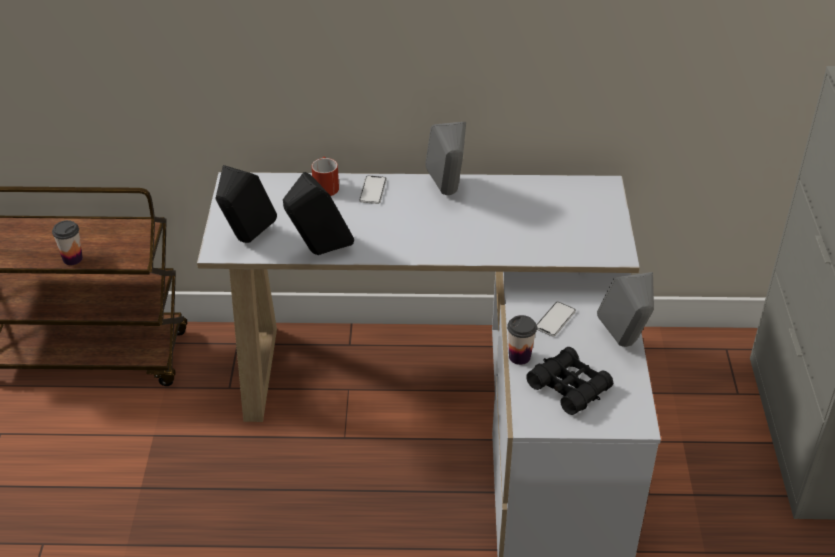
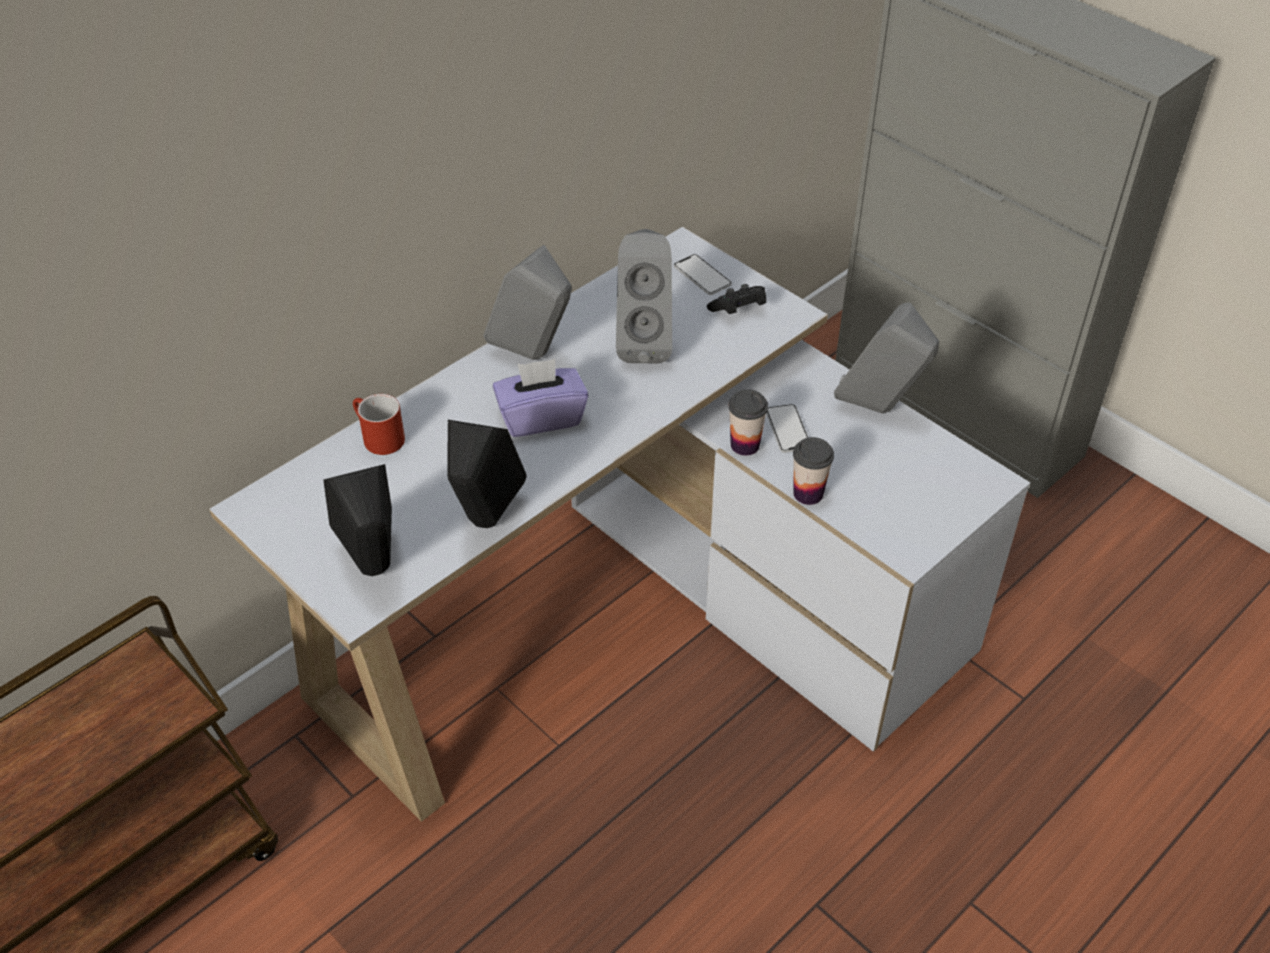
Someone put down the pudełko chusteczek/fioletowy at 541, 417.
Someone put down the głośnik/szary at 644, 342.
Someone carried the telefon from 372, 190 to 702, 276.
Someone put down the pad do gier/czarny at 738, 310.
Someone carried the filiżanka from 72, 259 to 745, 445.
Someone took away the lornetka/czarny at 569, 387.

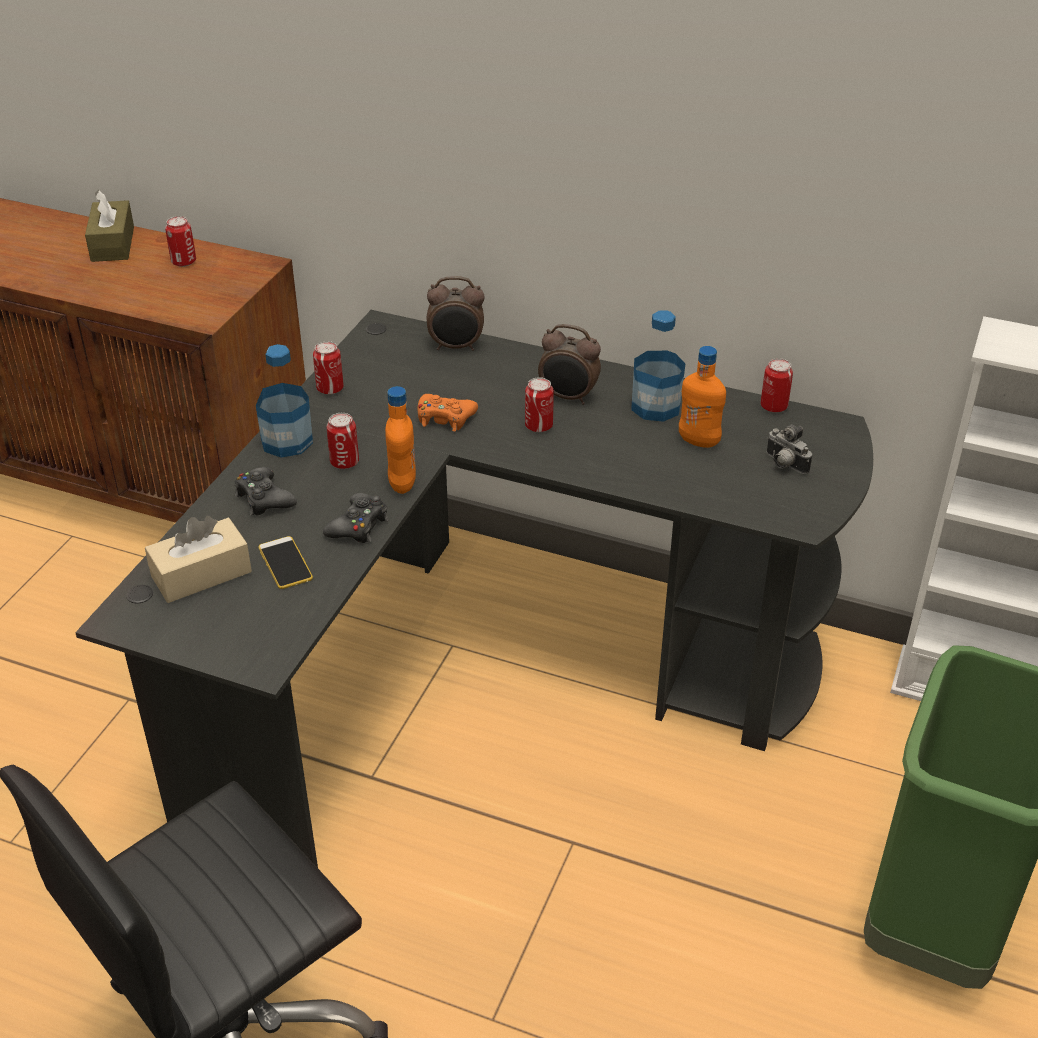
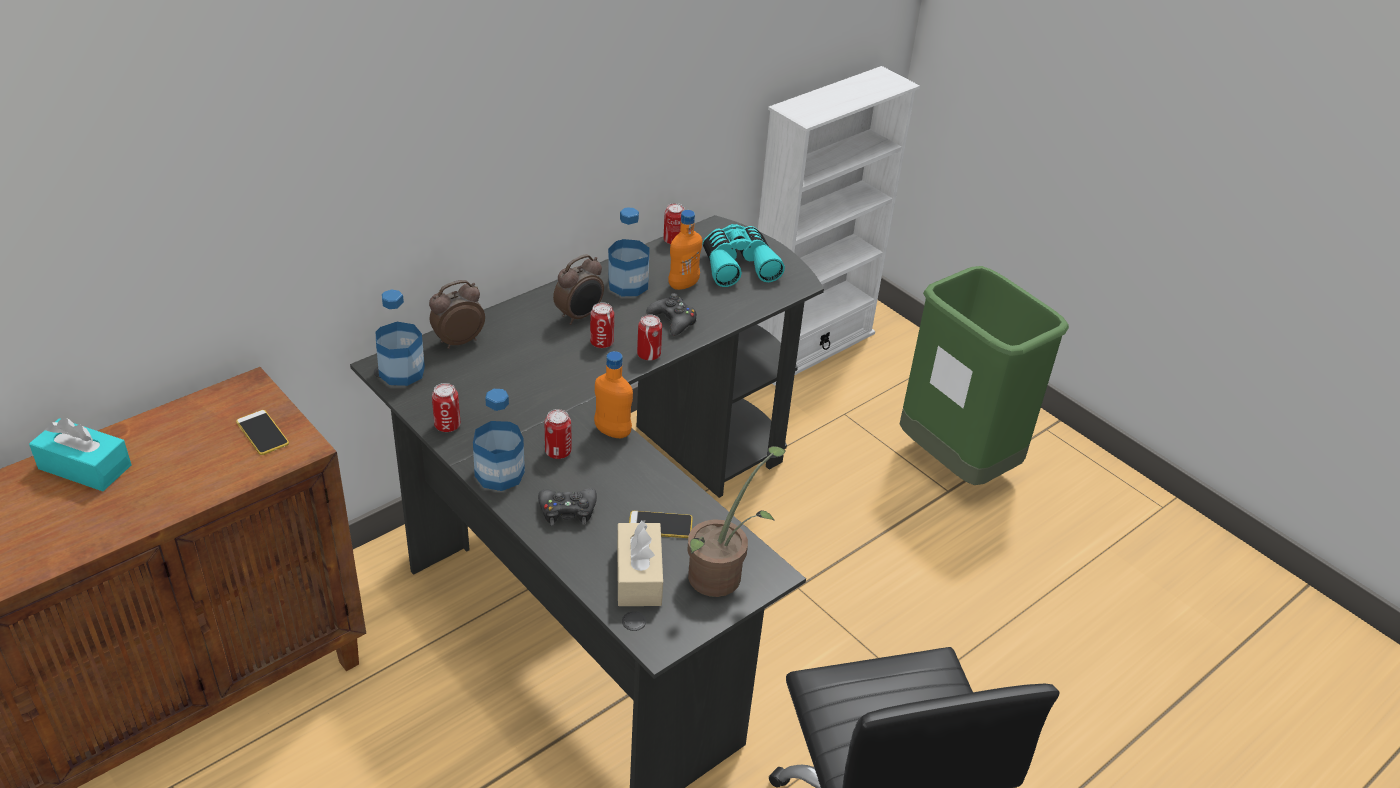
Someone repainted the pudełko chusteczek/brązowy at 112, 244, which became the pudełko chusteczek/turkusowy at 85, 467.
Someone put down the telefon at 262, 433.
Someone put down the butelka at 402, 371.
Someone rotated the budzik at 456, 347 by 150 degrees counterclockwise.
Someone carried the puszka from 183, 262 to 648, 355.
Someone carried the pad do gier/czarny from 358, 526 to 673, 321.
Someone put down the roślina doniczkowa at 722, 574.
Someone swapped the aparat fotograficzny at 784, 465 for the lornetka/turkusowy at 738, 264.
Someone took away the pad do gier/pomarańczowy at 445, 418.

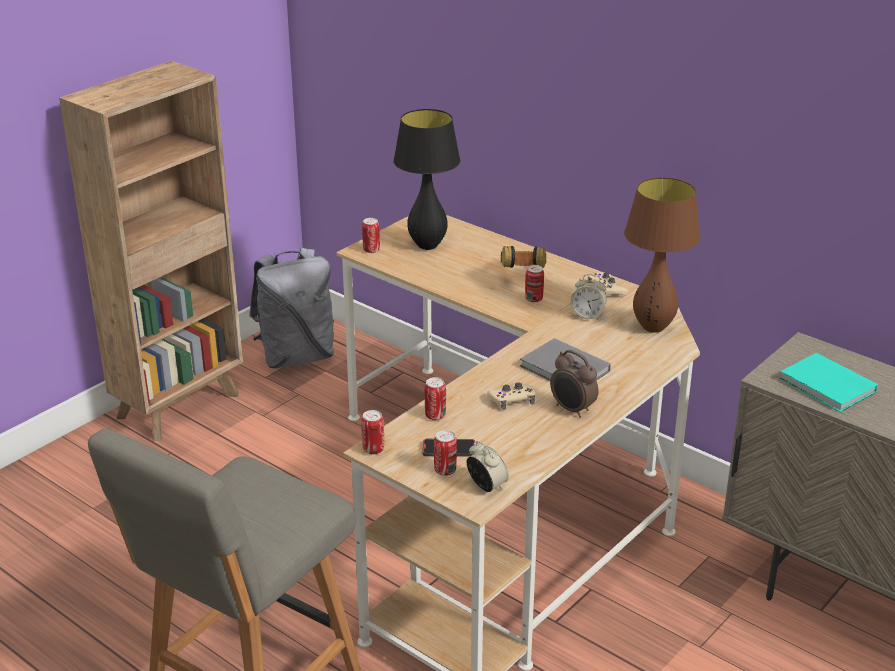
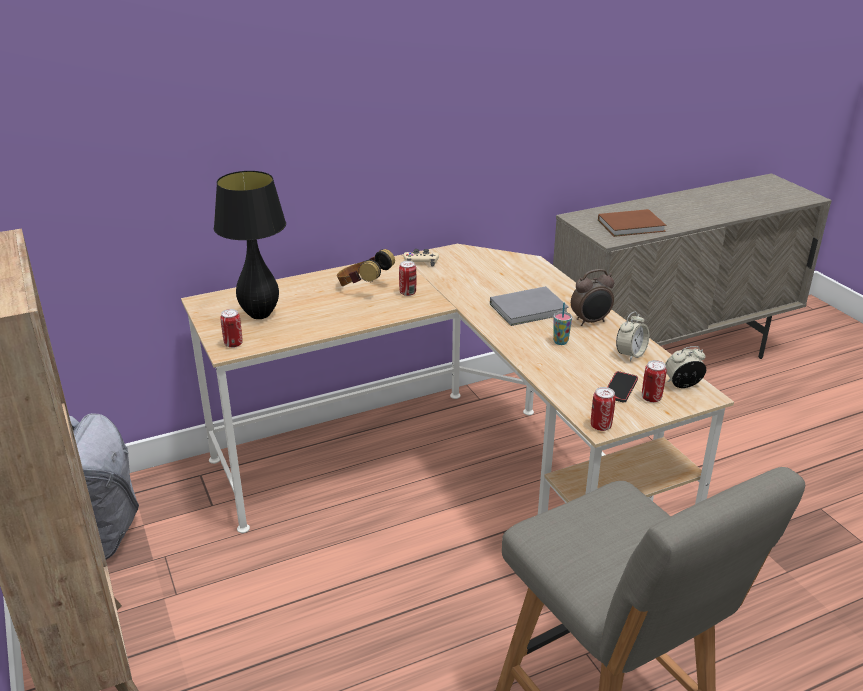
Someone swapped the pad do gier/beżowy at 512, 400 for the filiżanka at 560, 342.
Someone repainted the książka/turkusowy at 828, 387, which became the książka/brązowy at 633, 226.
Someone carried the budzik from 587, 315 to 630, 354.
Someone took away the puszka at 435, 416.
Someone took away the lampa stołowa/brązowy at 653, 327.

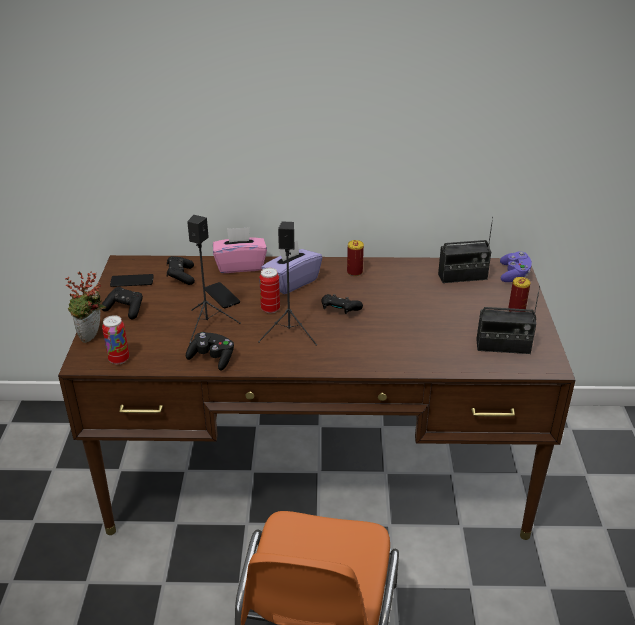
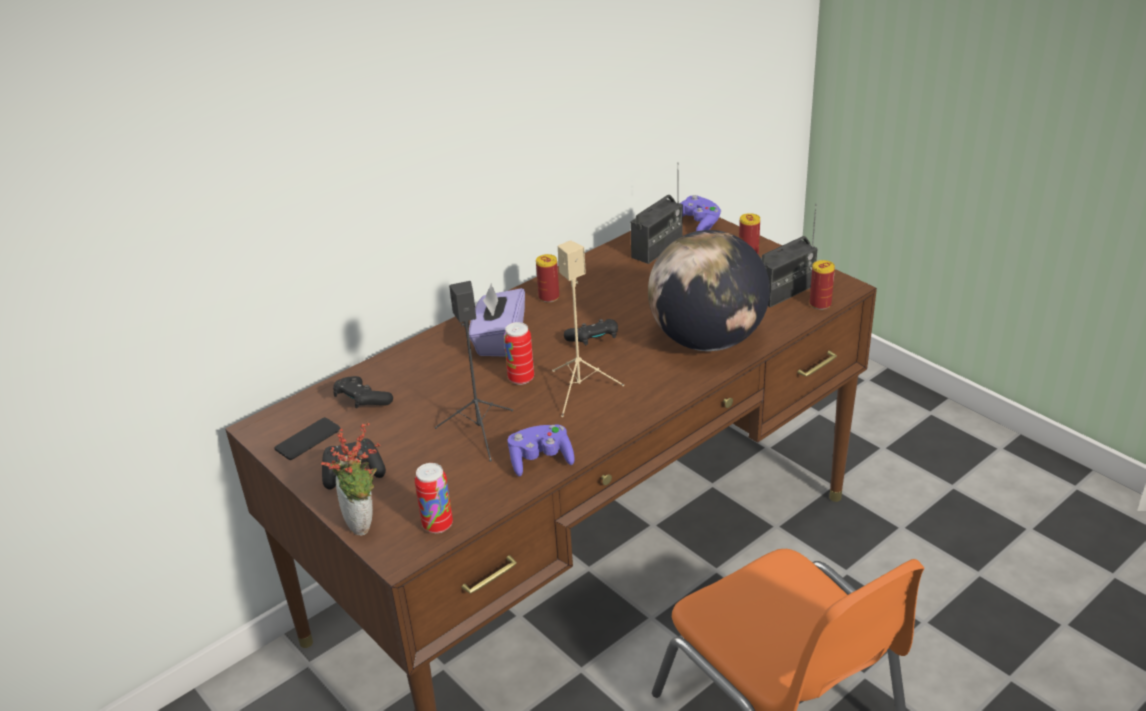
Someone repainted the pad do gier/czarny at 212, 358, which became the pad do gier/fioletowy at 540, 460.
Someone repainted the głośnik/czarny at 290, 333, which became the głośnik/beżowy at 580, 390.
Someone put down the globus at 707, 340.
Someone put down the puszka at 820, 304.
Someone took away the telefon at 222, 296.
Someone took away the pudełko chusteczek/różowy at 240, 265.

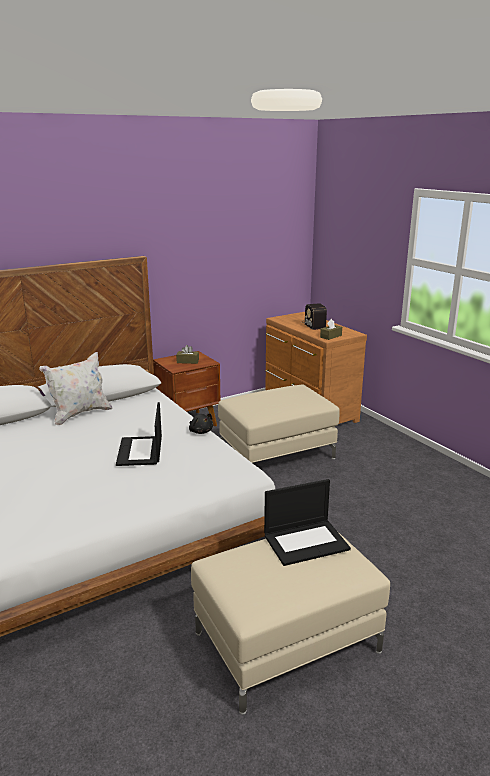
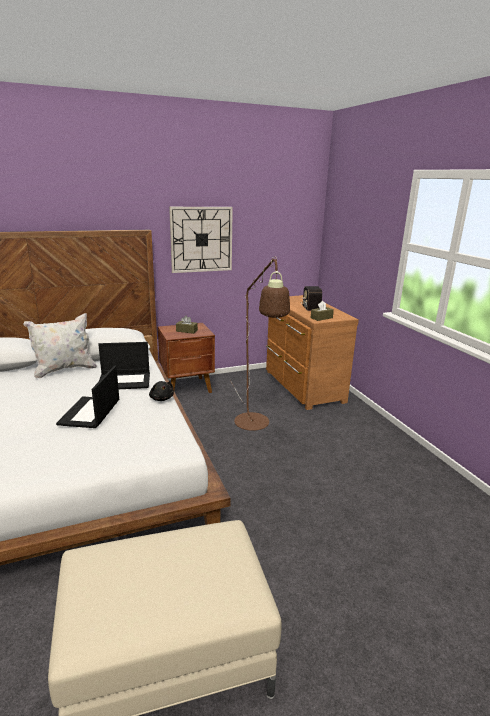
Someone carried the laptop from 306, 541 to 125, 381.
Someone put up the zegar ścienny at 201, 239.
Someone swapped the pufa/beżowy at 276, 453 for the lampa stojąca/brązowy at 254, 426.

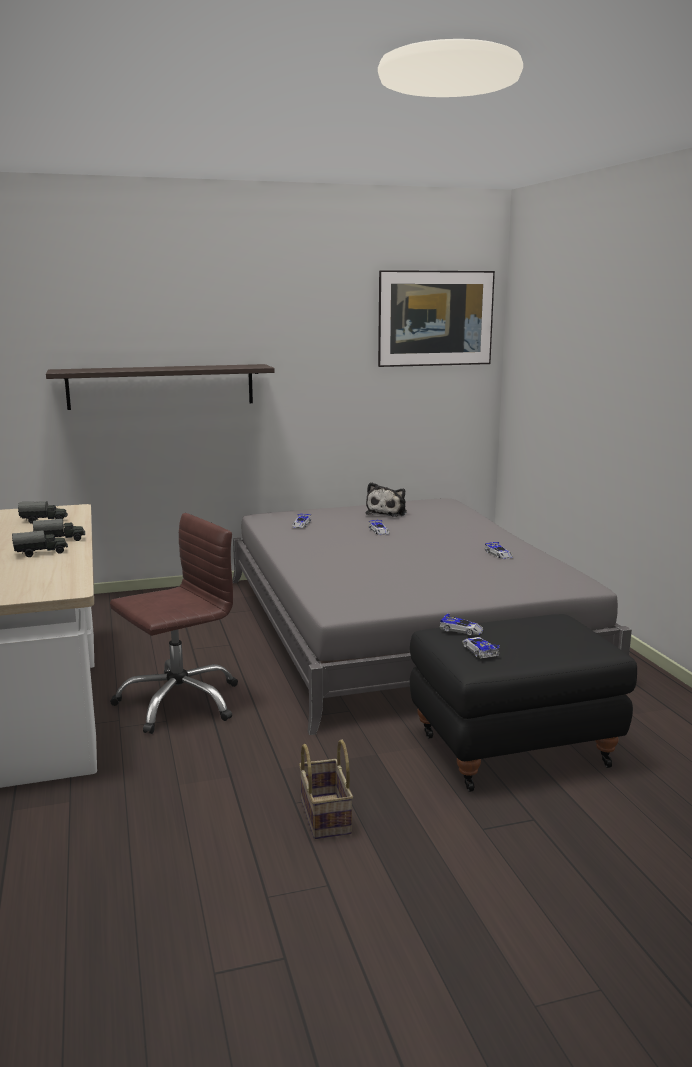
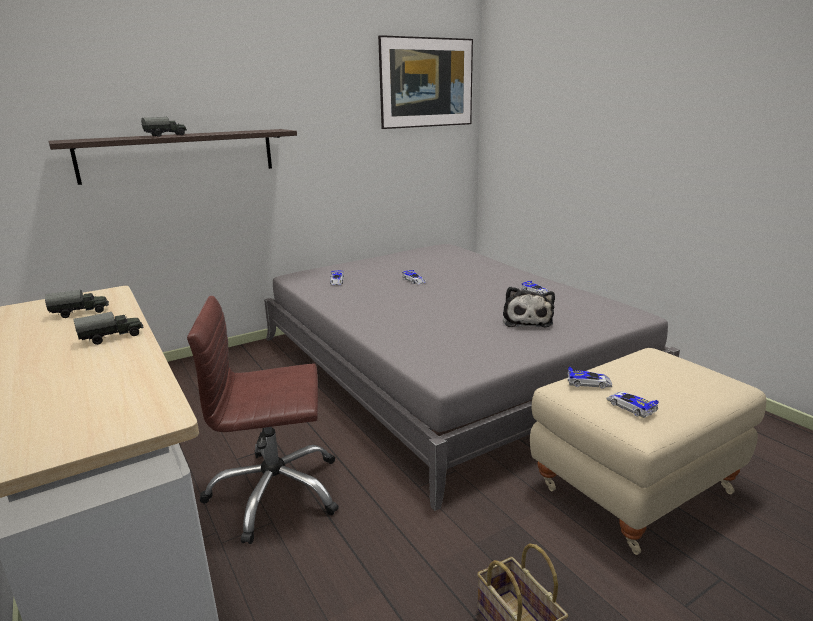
Someone carried the ciężarówka zabawkowa from 41, 553 to 166, 135.
Someone rotated the krzesło biurowe/brązowy at 179, 702 by 135 degrees counterclockwise.
Someone carried the pluszak from 387, 512 to 527, 320.
Someone repainted the pufa/czarny at 513, 747, which became the pufa/beżowy at 633, 486.

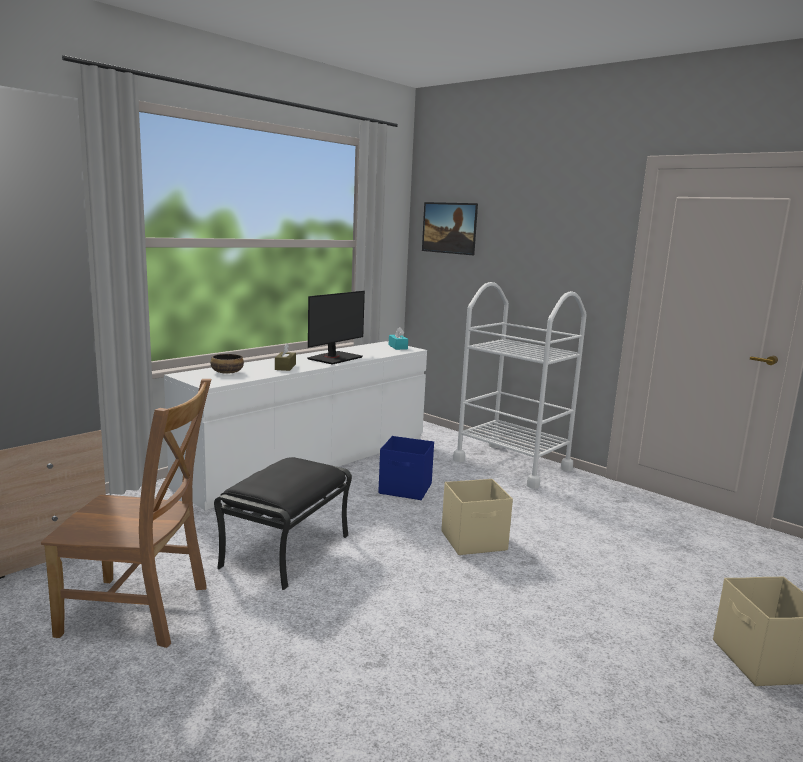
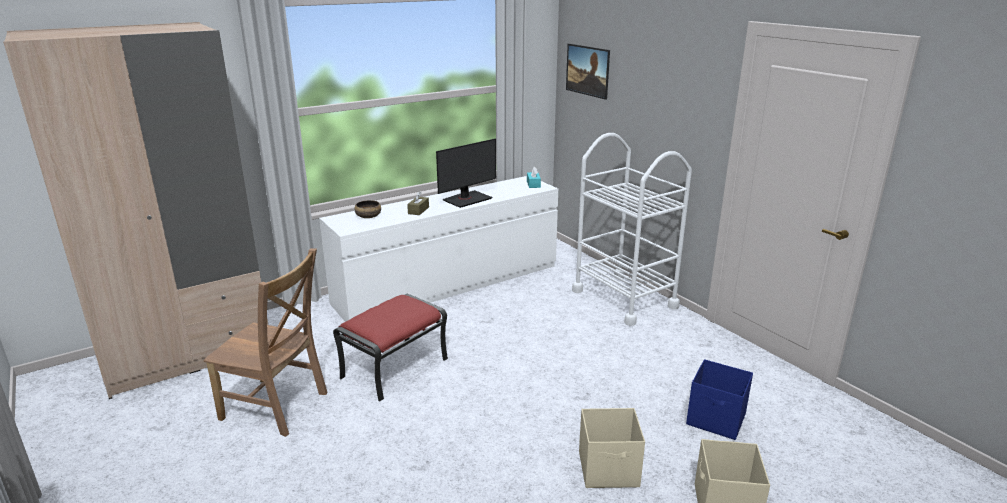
Someone repainted the pufa/czarny at 286, 550, which became the pufa/czerwony at 394, 367.
Someone carried the pojemnik do przechowywania/beżowy from 474, 541 to 609, 470.
Someone carried the pojemnik do przechowywania/niebieski from 406, 489 to 716, 420.

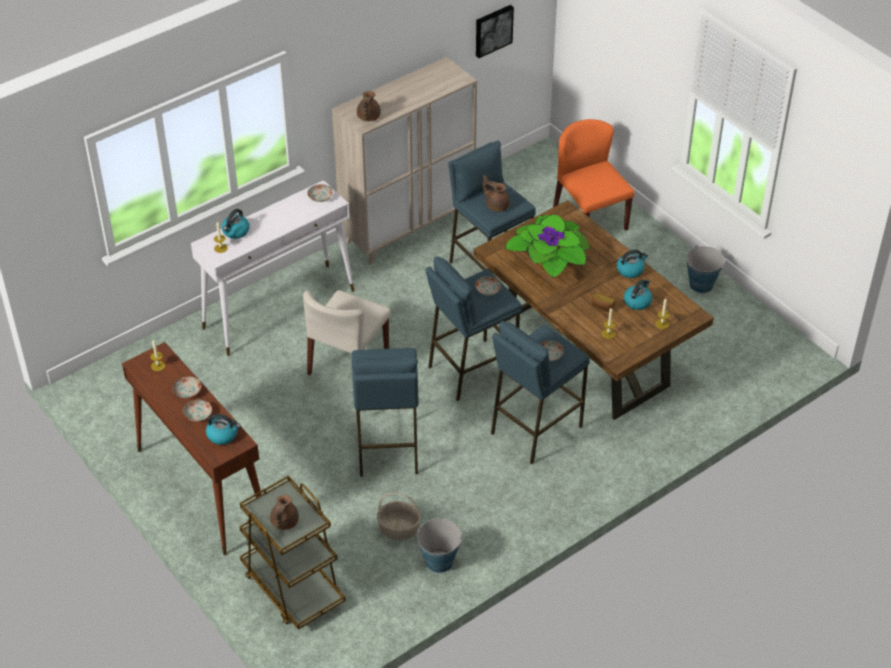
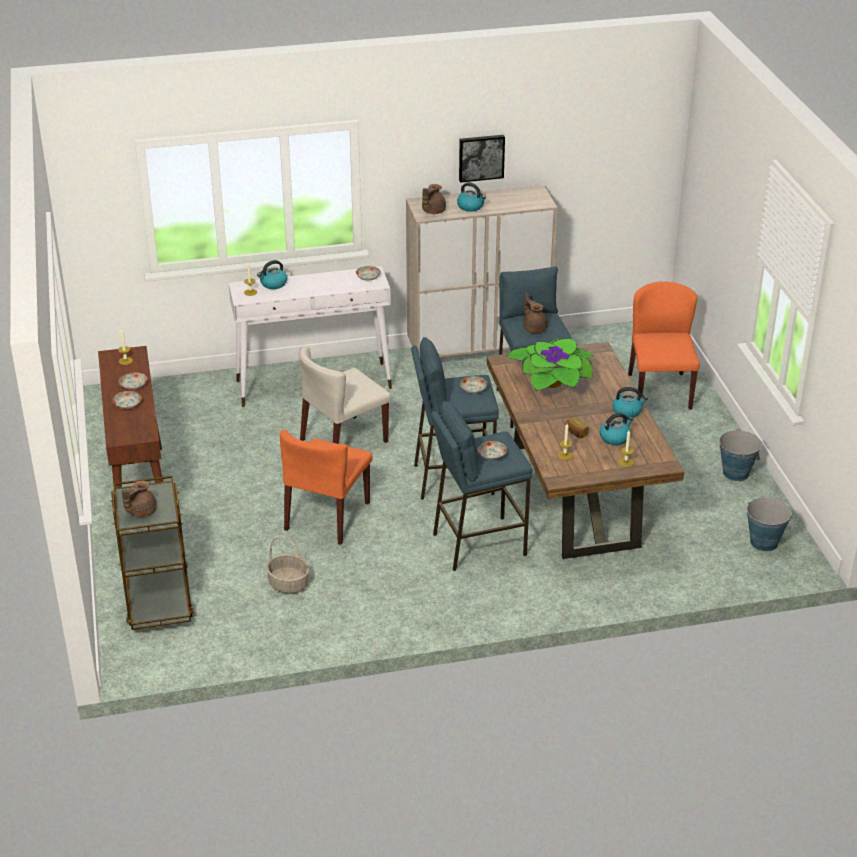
Someone swapped the stołek/niebieski at 387, 447 for the krzesło/pomarańczowy at 327, 516.
Someone carried the czajnik from 223, 435 to 471, 206.
Someone carried the obraz from 493, 30 to 481, 157.
Someone carried the wiadro from 439, 561 to 763, 542.

